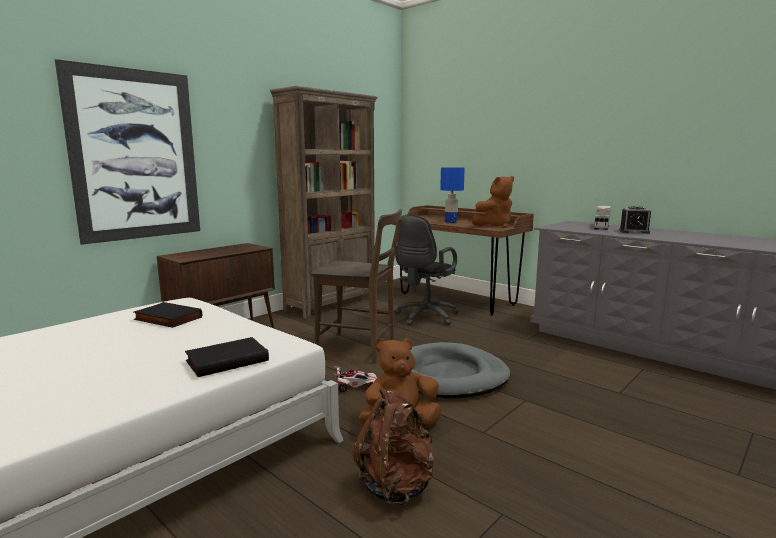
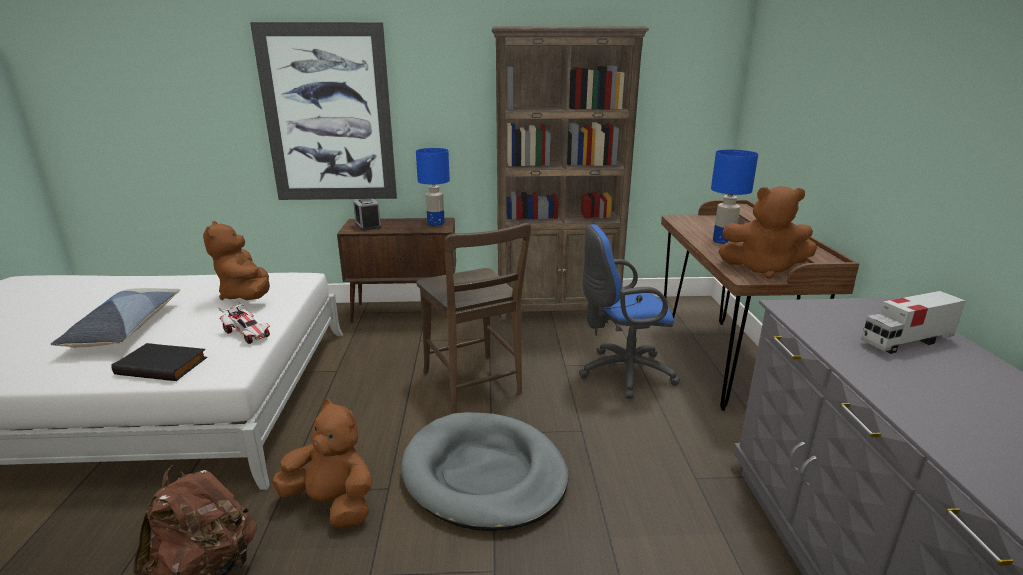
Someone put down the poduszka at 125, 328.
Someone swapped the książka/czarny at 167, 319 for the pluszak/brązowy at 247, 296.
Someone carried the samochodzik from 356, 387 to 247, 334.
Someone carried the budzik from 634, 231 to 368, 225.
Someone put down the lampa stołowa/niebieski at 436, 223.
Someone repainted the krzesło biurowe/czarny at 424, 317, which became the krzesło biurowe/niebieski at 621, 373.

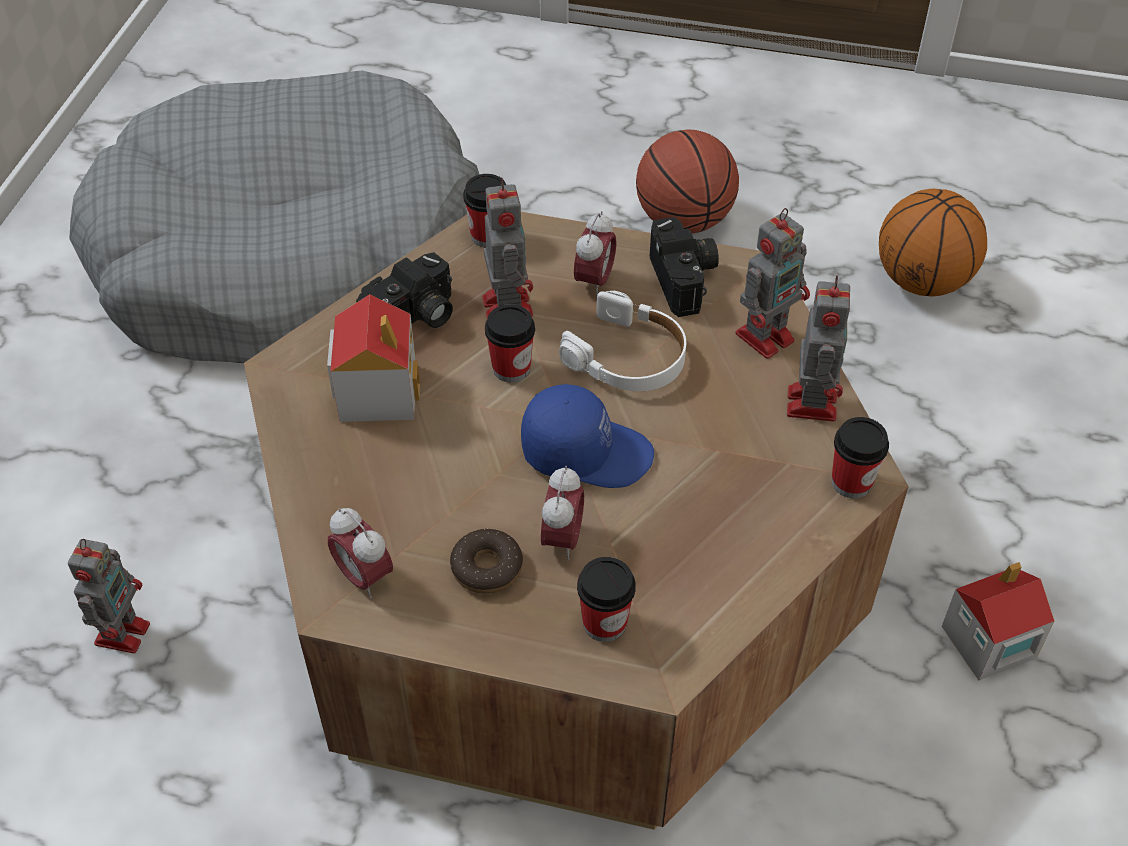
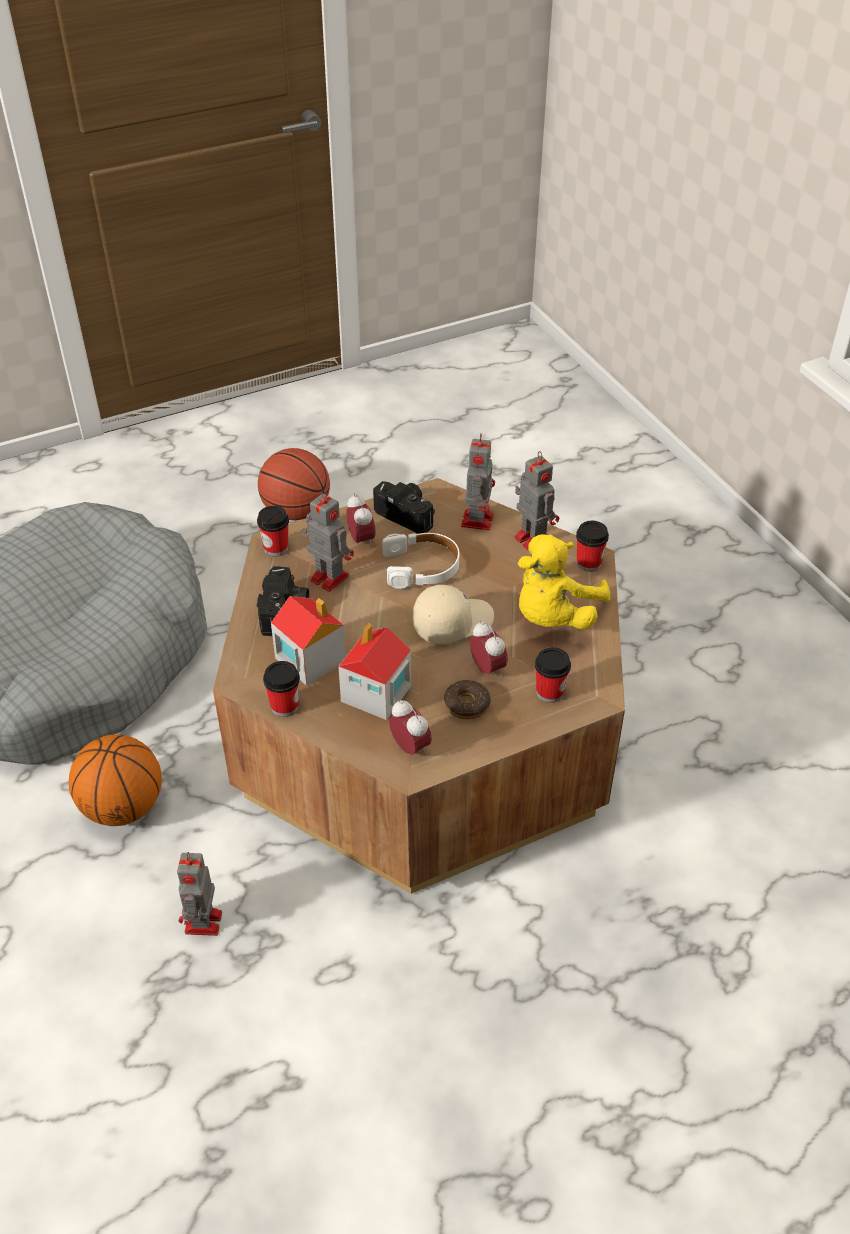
Someone carried the piłka do koszykówki from 922, 281 to 123, 807.
Someone rotated the robot zabawkowy at 123, 631 by 150 degrees counterclockwise.
Someone carried the filiżanka from 511, 368 to 284, 706.
Someone carried the domek from 987, 642 to 376, 694.
Someone rotated the budzik at 364, 577 by 135 degrees counterclockwise.
Someone repainted the czapka z daszkiem/niebieski at 586, 451, which became the czapka z daszkiem/beżowy at 452, 622.
Someone put down the pluszak/żółty at 553, 616.

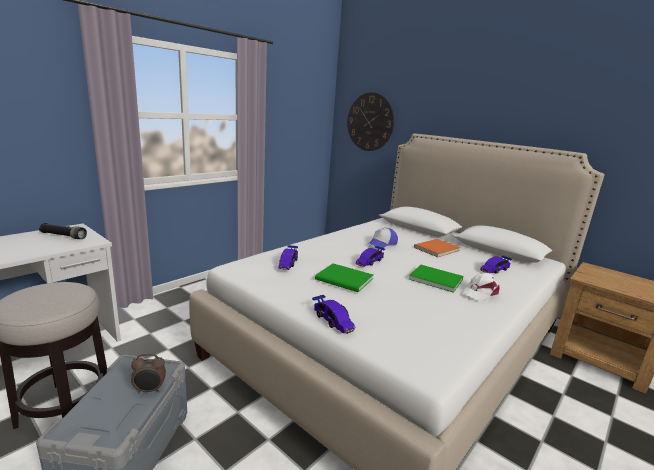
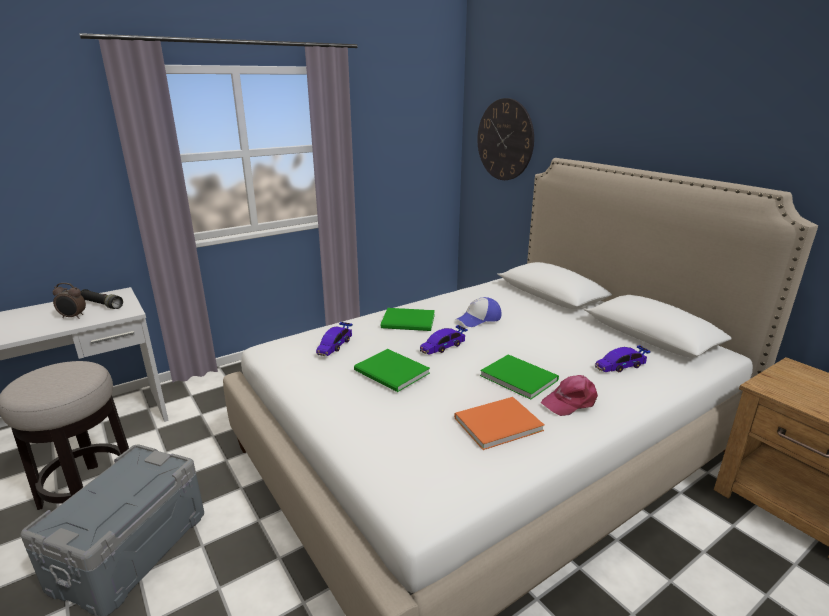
Someone carried the budzik from 150, 390 to 73, 317.
Someone put down the książka/zielony at 409, 322.
Someone carried the książka/pomarańczowy from 435, 249 to 495, 423.
Someone repainted the czapka z daszkiem/biały at 479, 292, which became the czapka z daszkiem/różowy at 570, 401.
Someone took away the samochodzik at 332, 320.

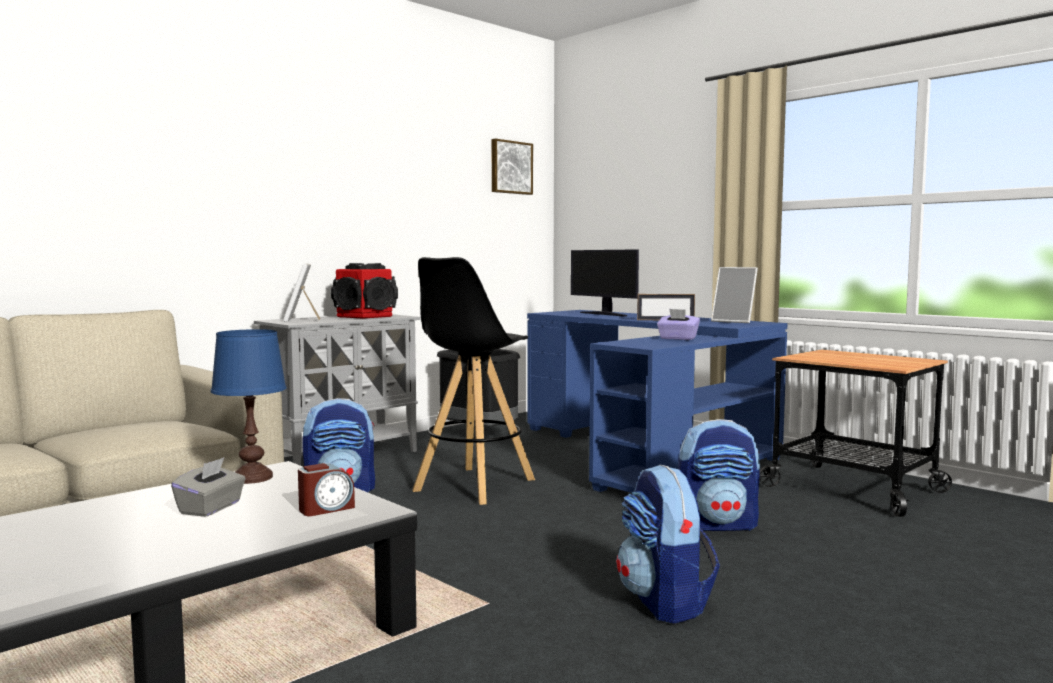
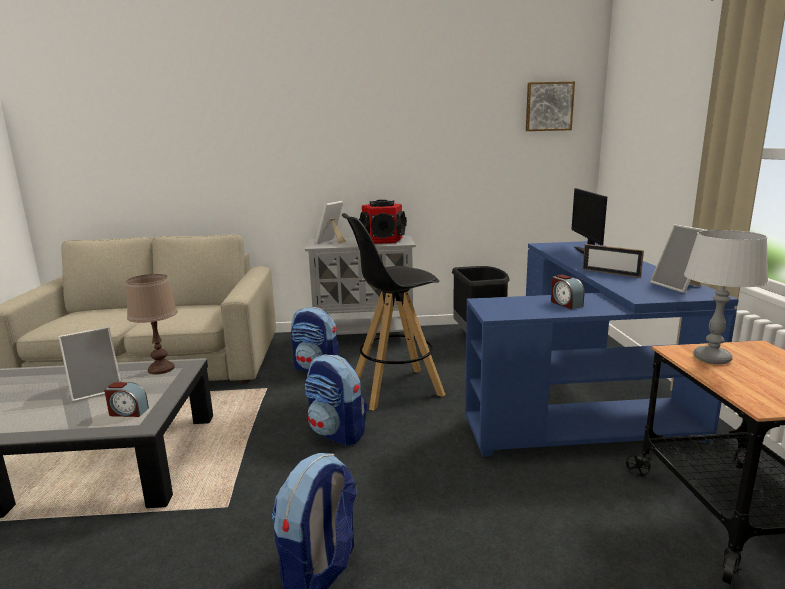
Someone swapped the pudełko chusteczek/szary at 211, 508 for the ramka na zdjęcie at 97, 390.
Someone repainted the lampa stołowa/niebieski at 253, 478, which became the lampa stołowa/brązowy at 161, 369.
Someone carried the plecak from 717, 525 to 337, 433.
Someone swapped the pudełko chusteczek/fioletowy at 677, 338 for the budzik at 565, 304.
Someone put down the lampa stołowa/szary at 711, 358.

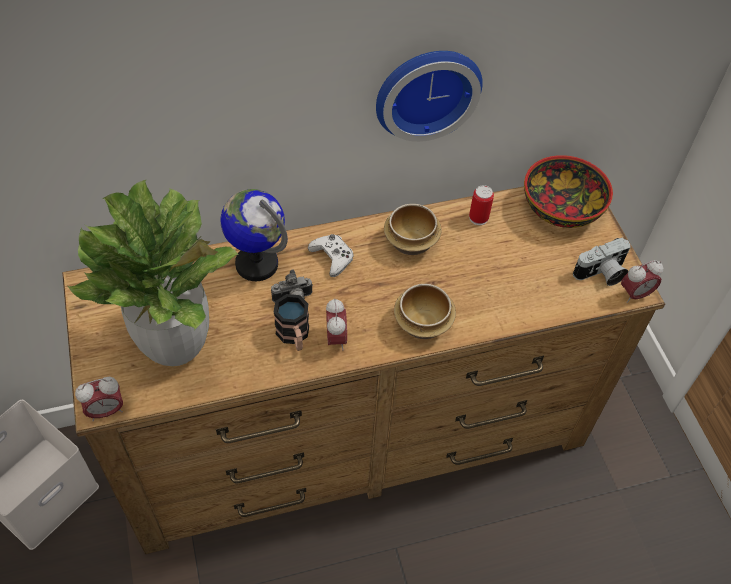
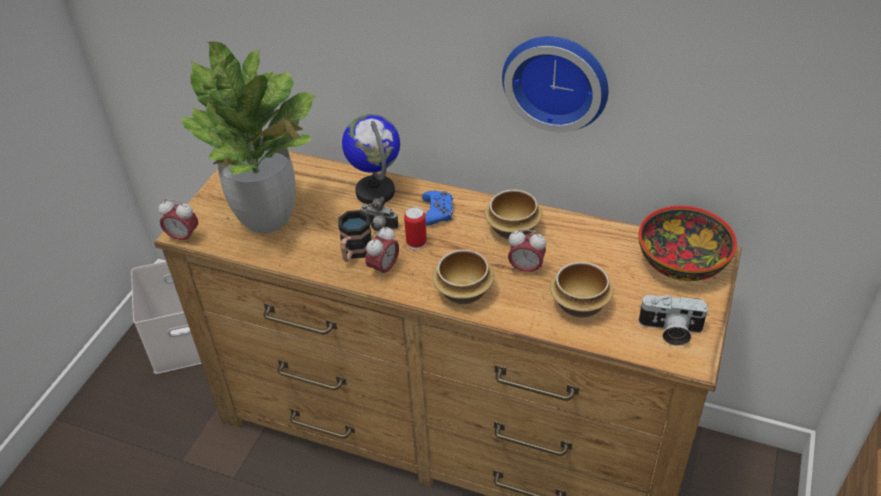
Someone carried the puszka from 478, 218 to 416, 242.
Someone repainted the pad do gier/biały at 332, 257, which became the pad do gier/niebieski at 437, 212.
Someone carried the budzik from 635, 294 to 525, 269.
Someone put down the miska at 579, 305.

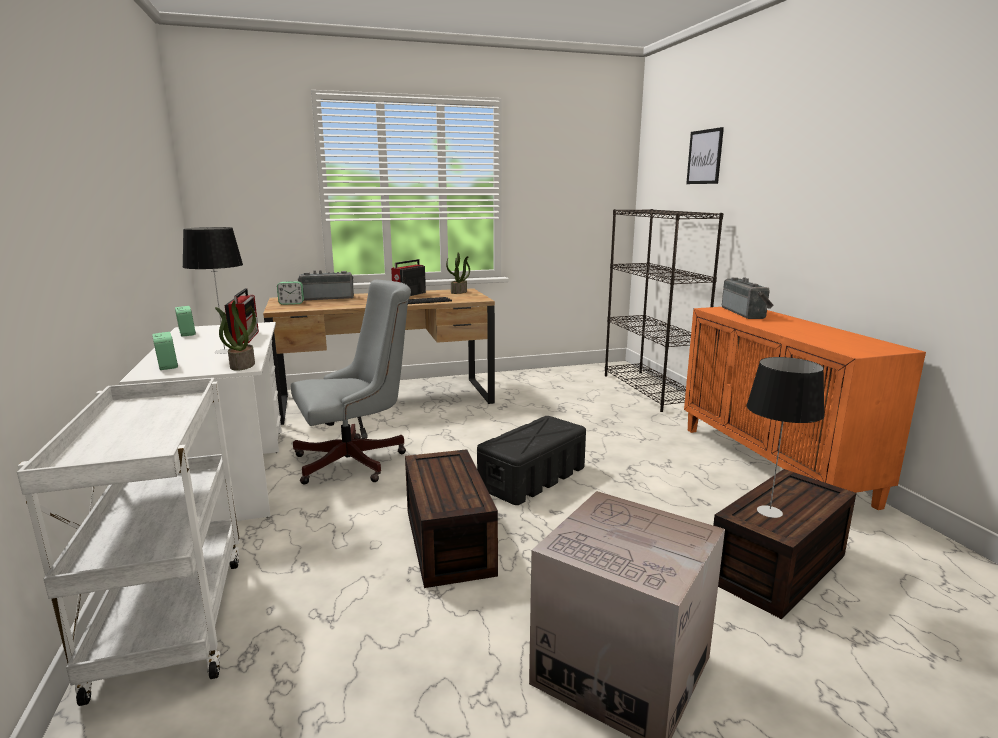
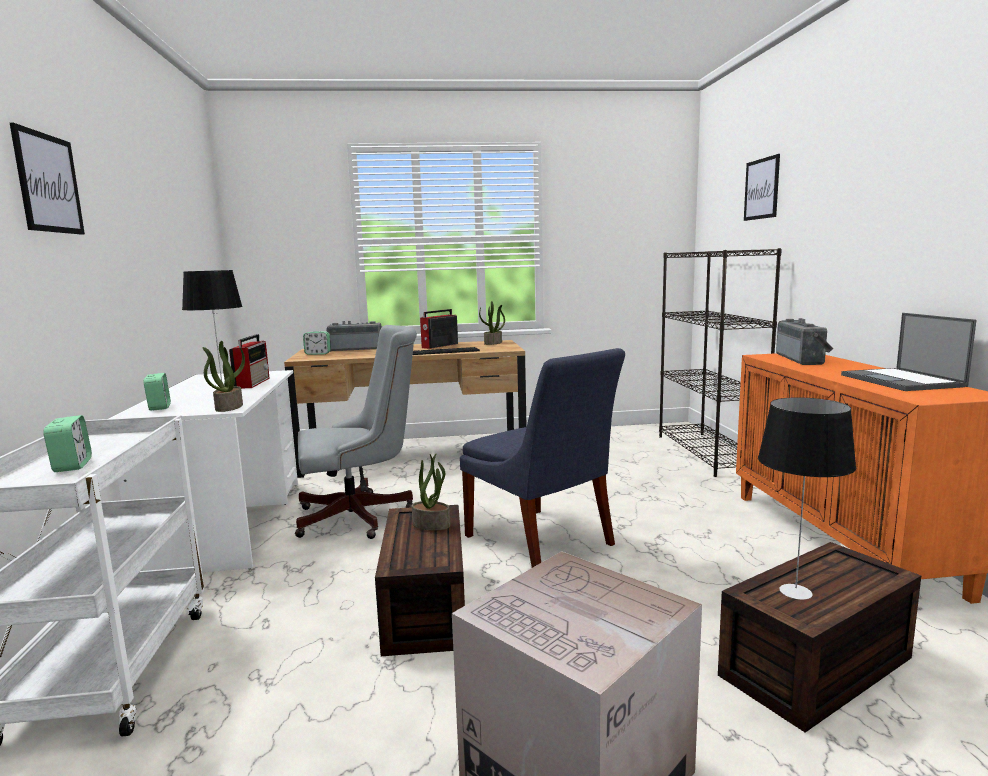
Someone put up the obraz at 48, 183.
Someone carried the budzik from 187, 333 to 72, 465.
Someone put down the roślina doniczkowa at 432, 524.
Someone swapped the pojemnik do przechowywania/czarny at 532, 478 for the krzesło/niebieski at 541, 543.
Someone put down the laptop at 902, 381.

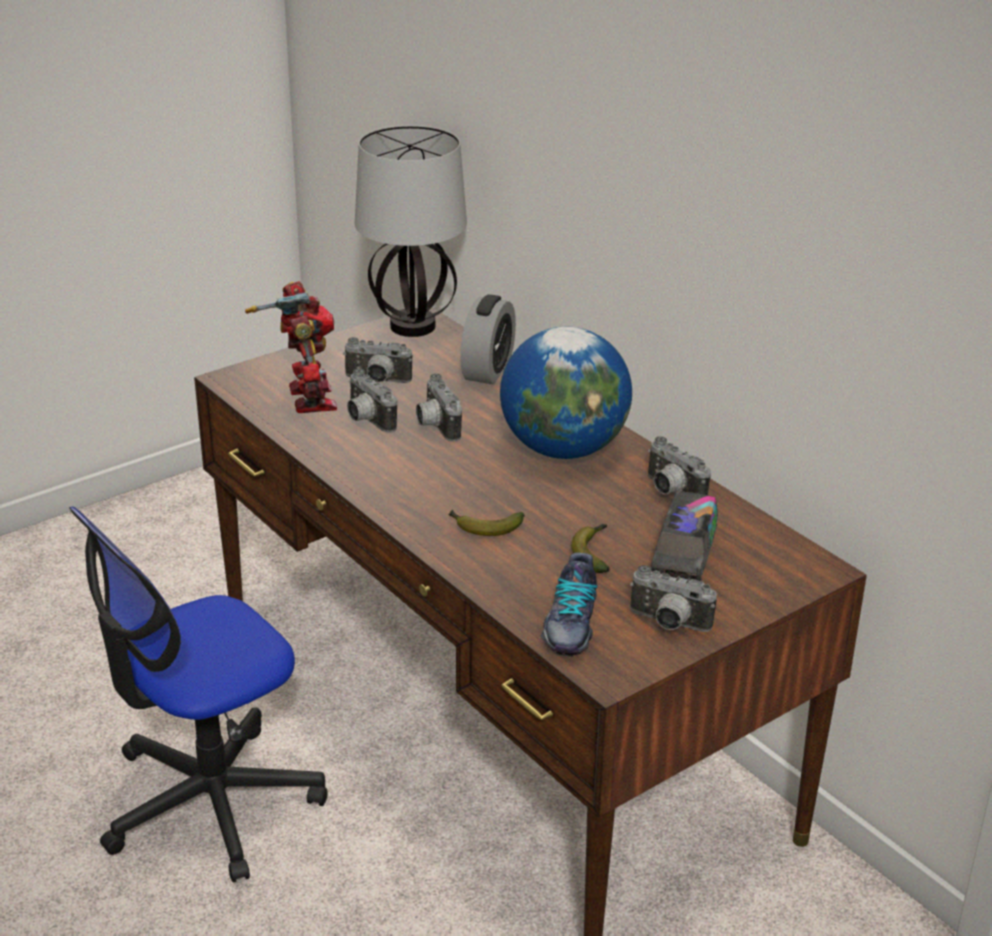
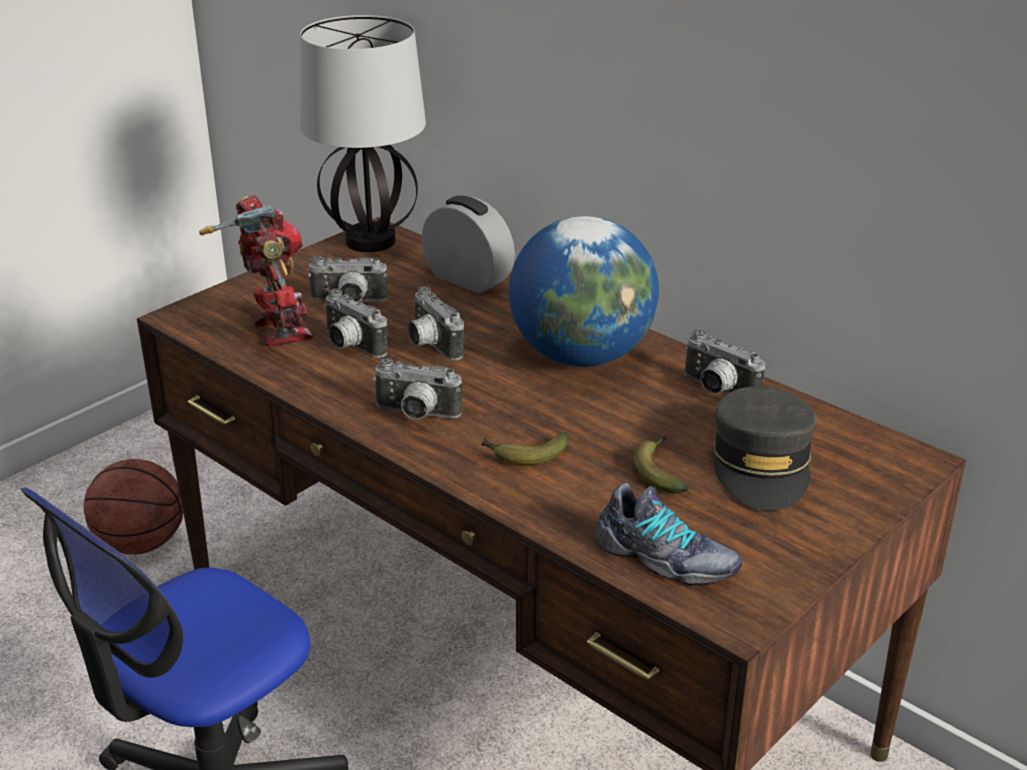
Someone put down the piłka do koszykówki at 140, 543.
Someone carried the aparat fotograficzny from 667, 624 to 415, 415.
Someone rotated the budzik at 488, 370 by 60 degrees counterclockwise.
Someone rotated the but at 569, 624 by 60 degrees counterclockwise.
Someone swapped the ciężarówka zabawkowa at 683, 559 for the czapka z daszkiem/szary at 762, 465.

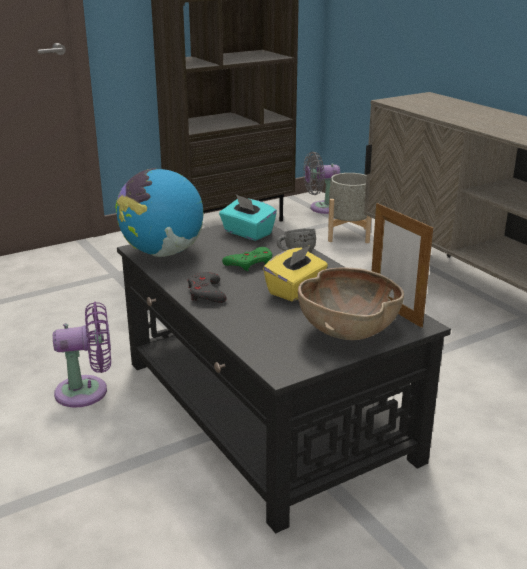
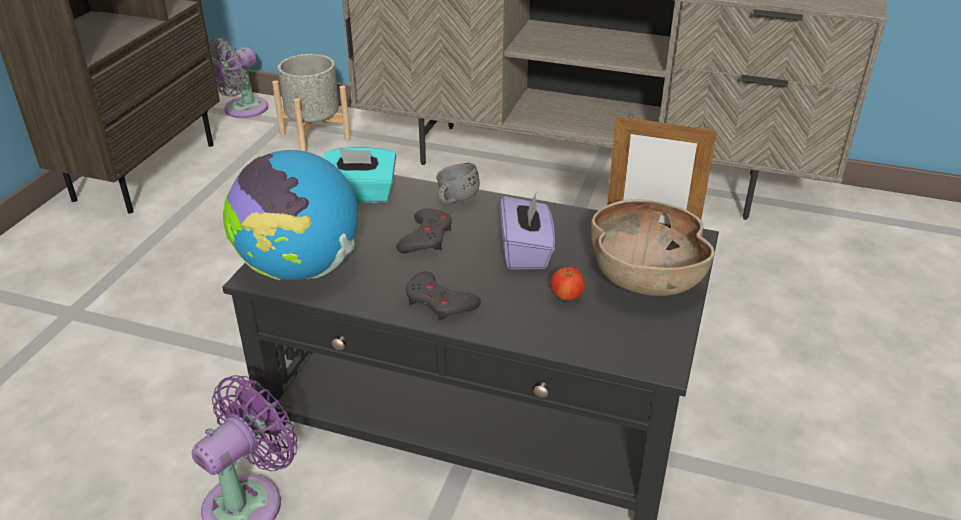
Someone repainted the pad do gier/zielony at 250, 263, which became the pad do gier/szary at 426, 237.
Someone repainted the pudełko chusteczek/żółty at 295, 290, which became the pudełko chusteczek/fioletowy at 526, 252.
Someone put down the jabłko at 566, 297.

